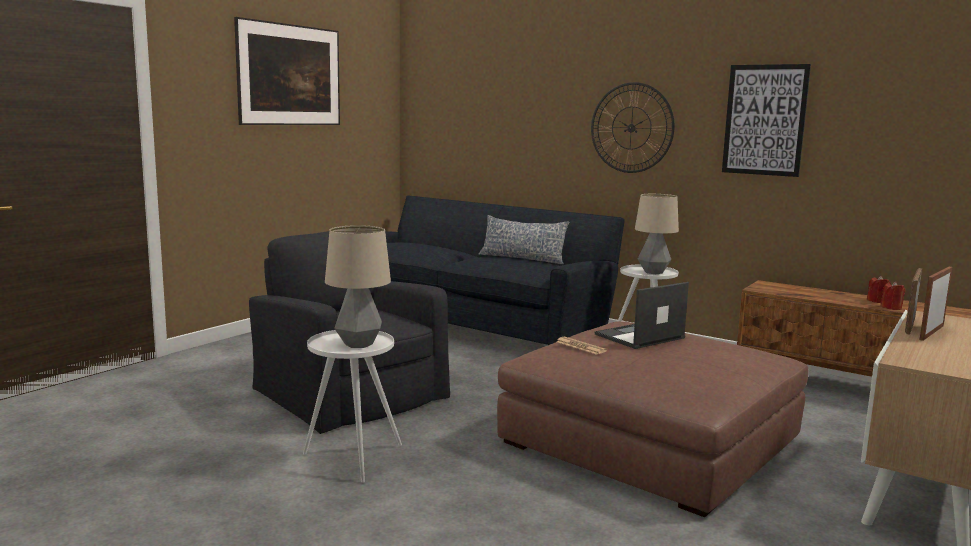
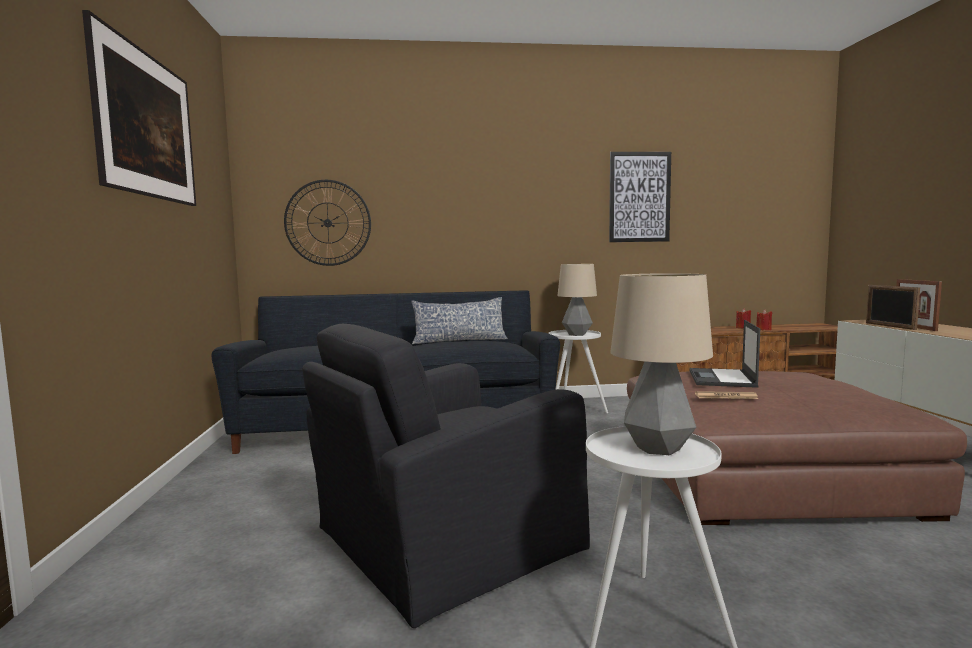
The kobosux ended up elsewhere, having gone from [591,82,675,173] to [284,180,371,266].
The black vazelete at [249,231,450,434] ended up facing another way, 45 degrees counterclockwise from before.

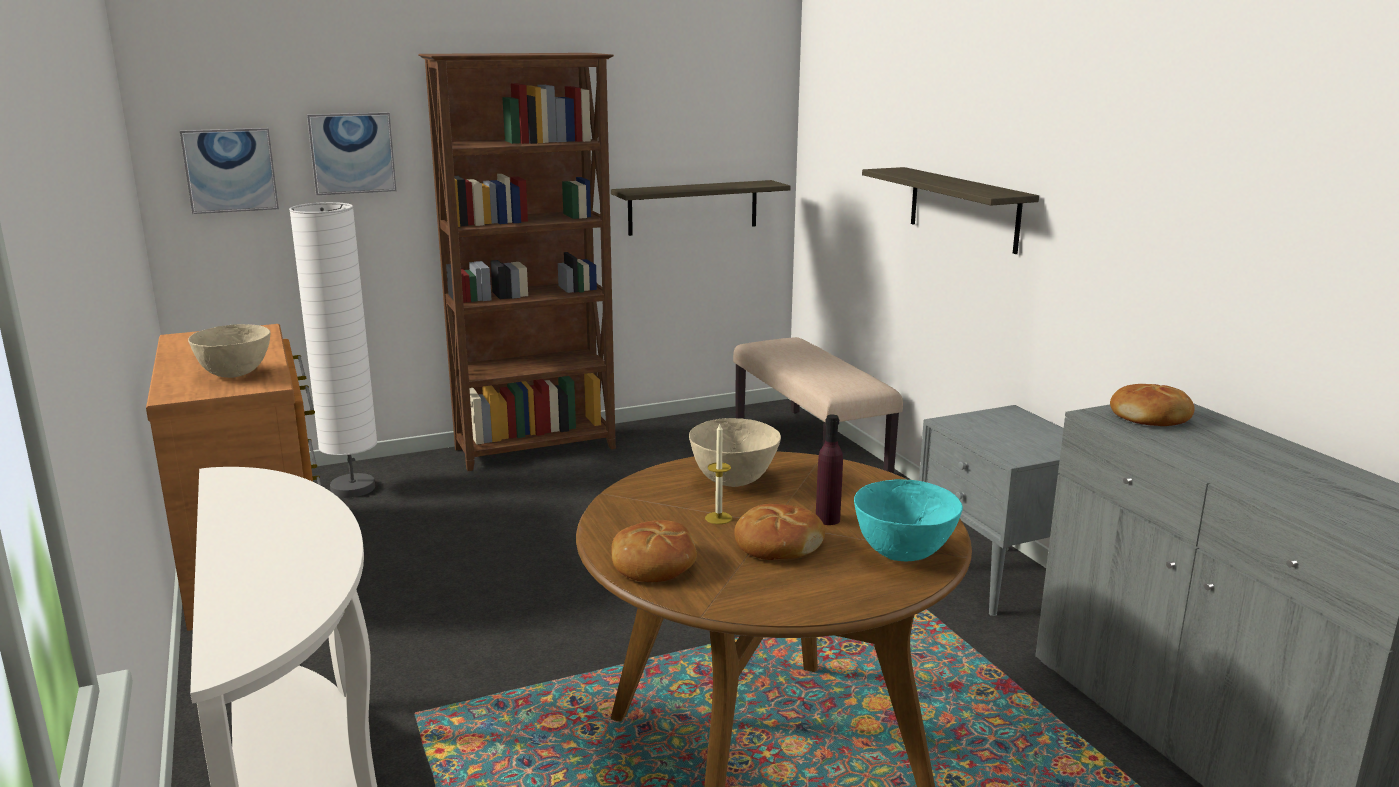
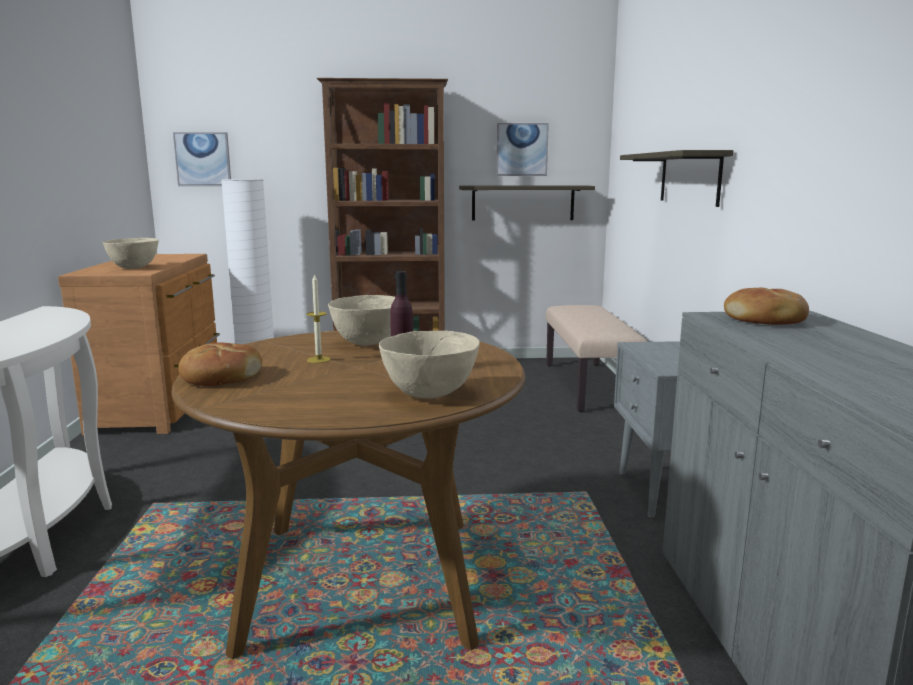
The second view lost the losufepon at [734,504,825,560].
The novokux ended up elsewhere, having gone from [307,112,396,195] to [496,123,549,176].
What was the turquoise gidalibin at [854,479,963,561] turned into the beige gidalibin at [379,331,480,398].

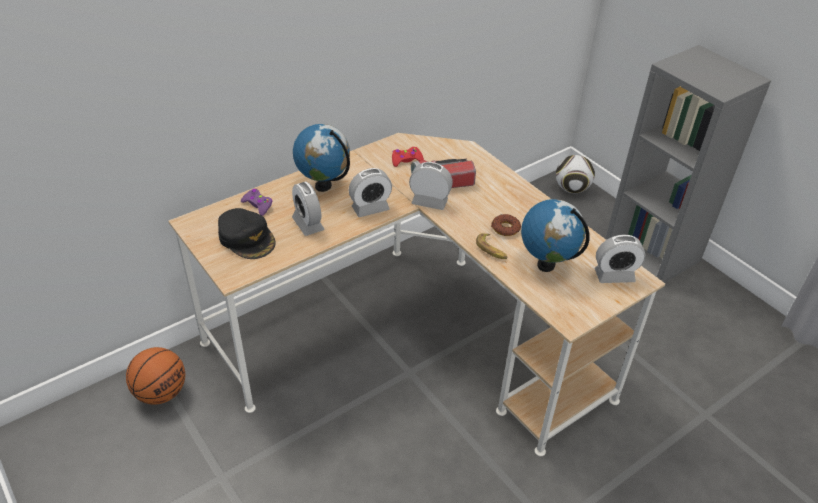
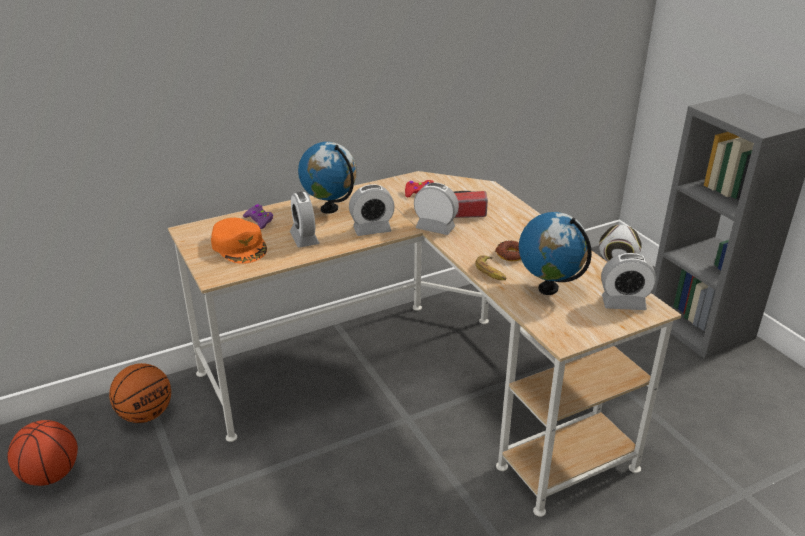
The second view gained the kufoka at [7,420,78,486].
What was the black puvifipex at [218,208,276,259] turned into the orange puvifipex at [211,218,267,264].

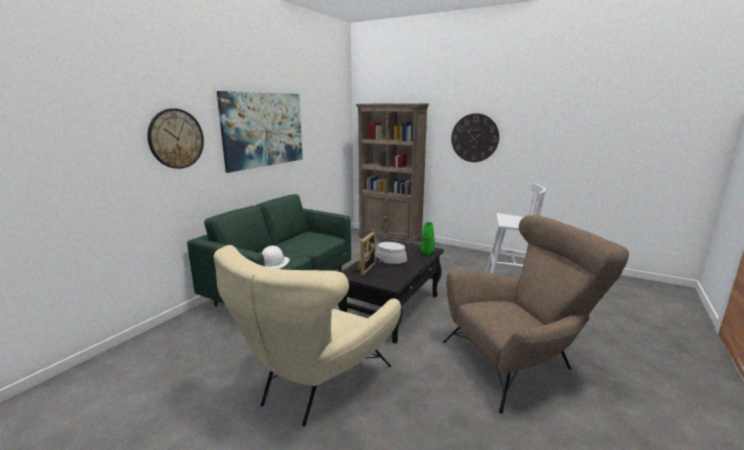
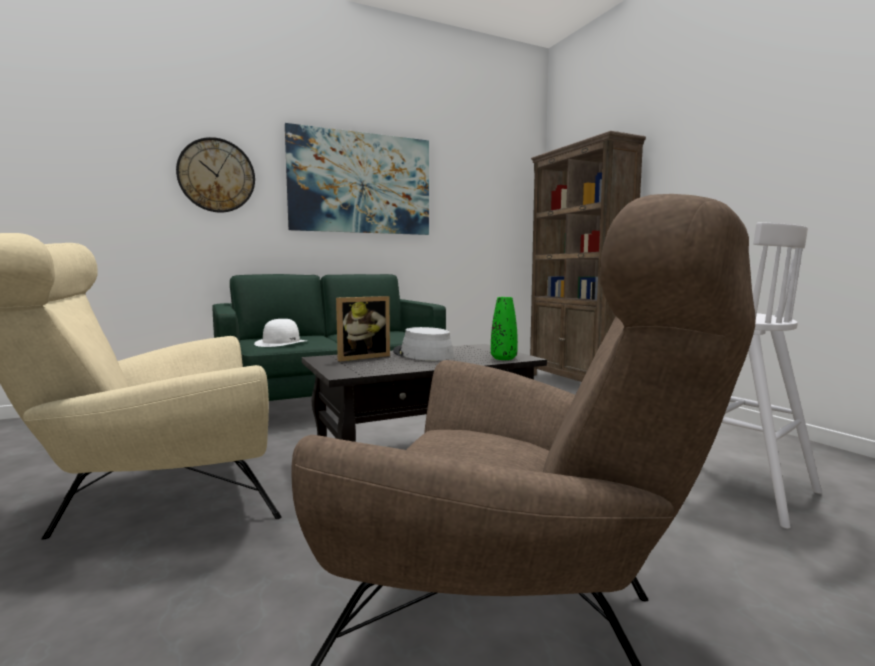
The second view lost the kobosux at [451,113,499,162].

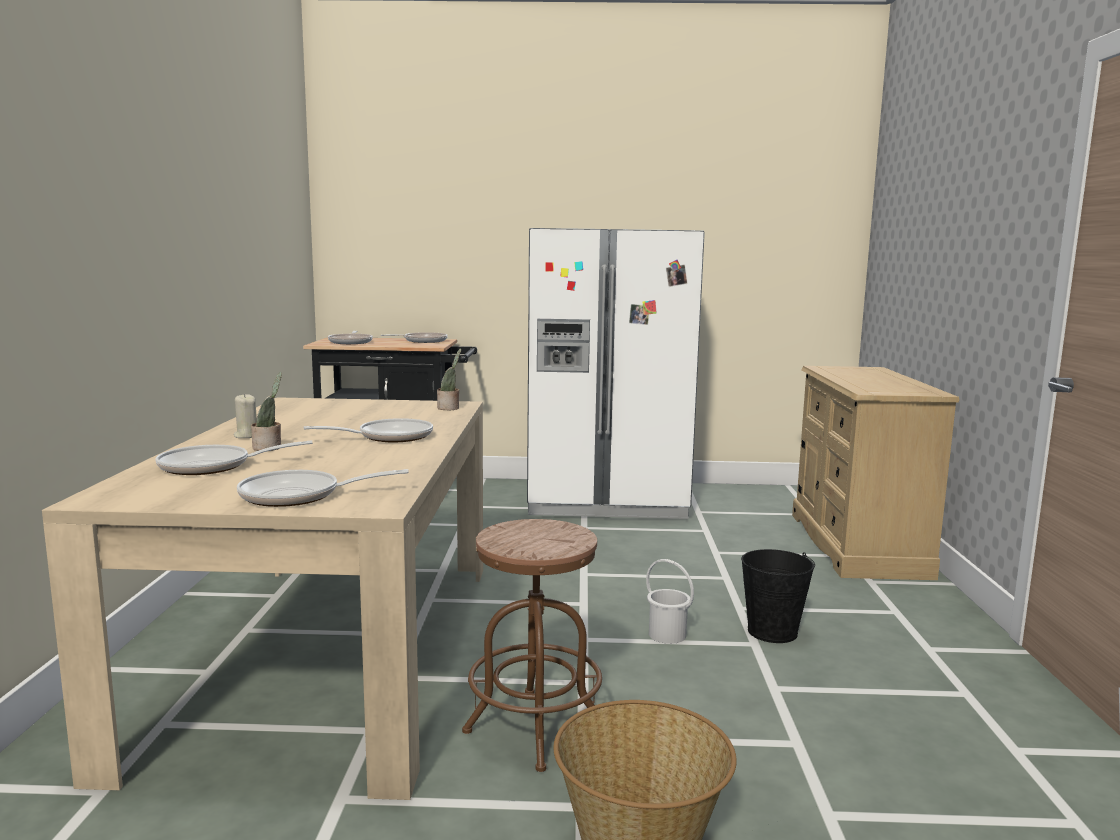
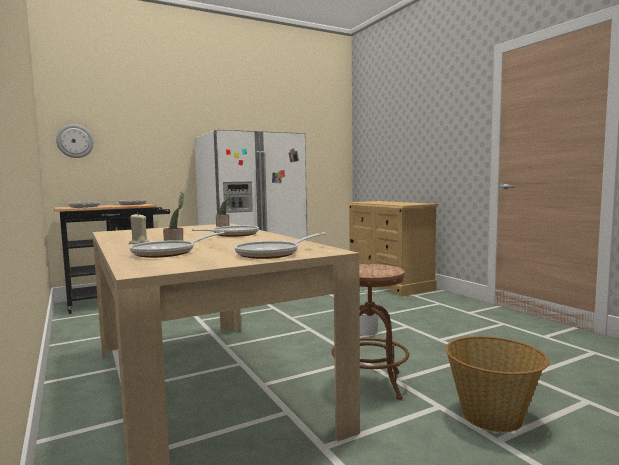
The second view lost the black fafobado at [741,549,815,643].
The second view gained the kobosux at [56,124,94,158].

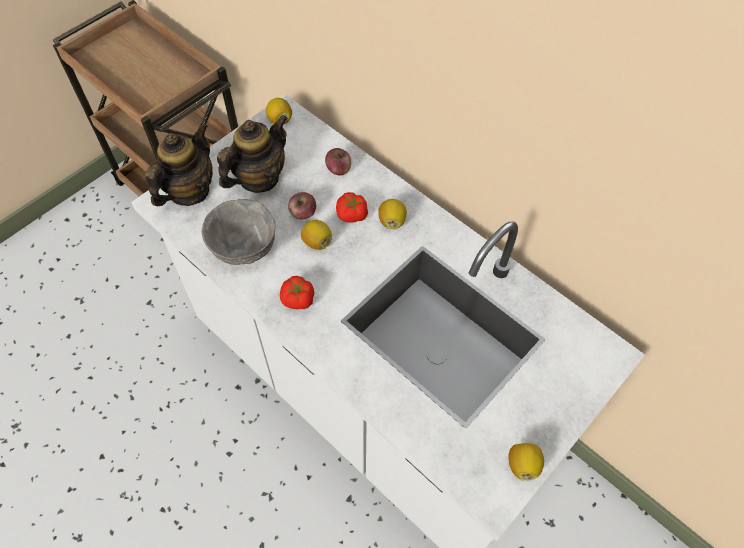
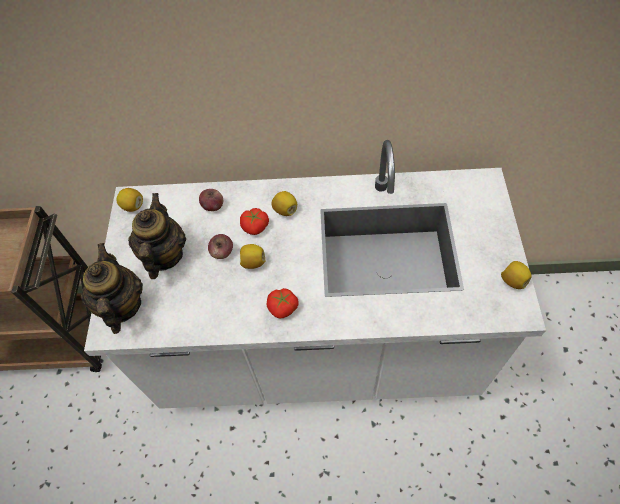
The second view lost the grey gidalibin at [202,199,275,265].

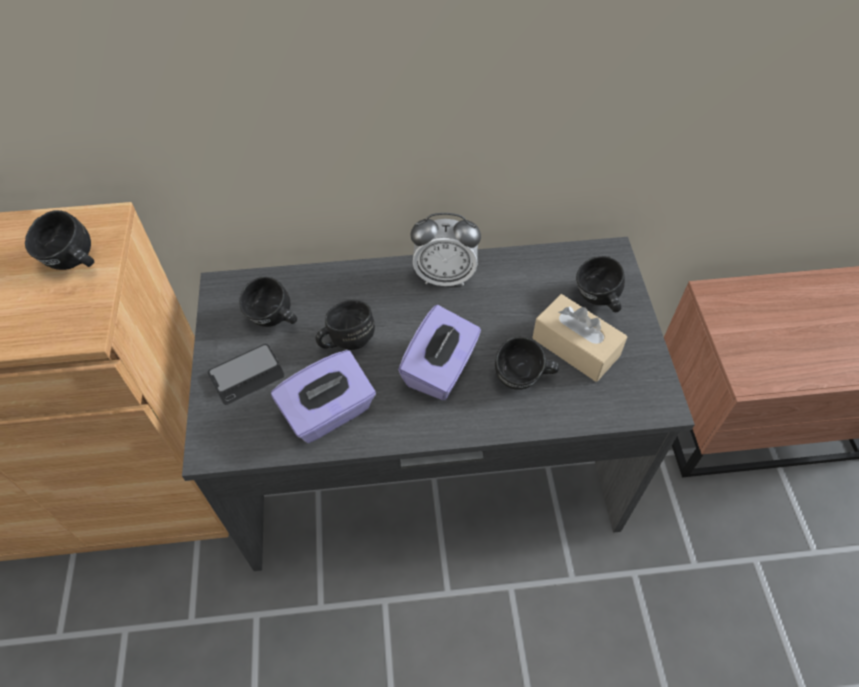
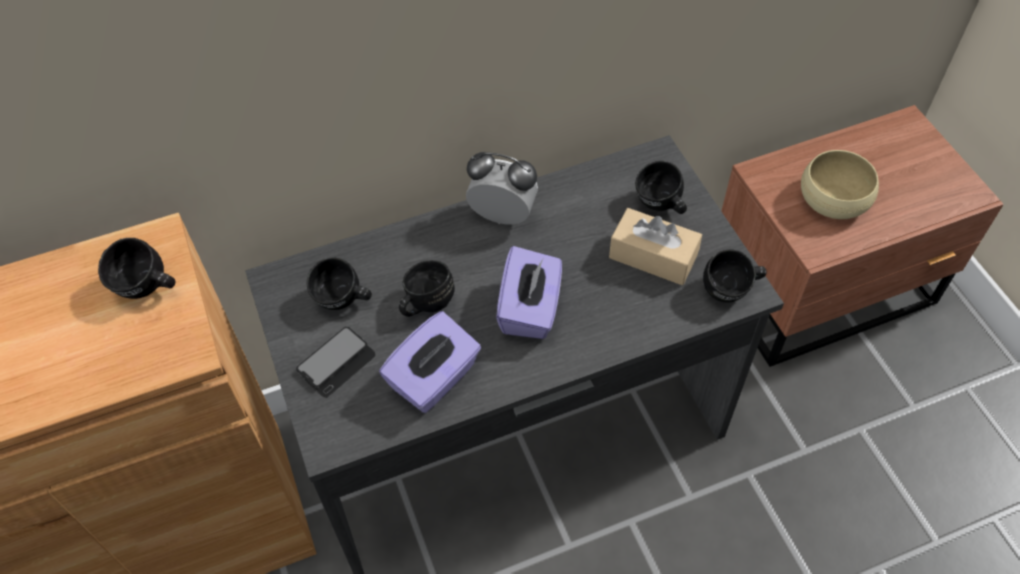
The second view gained the beige gidalibin at [801,150,879,219].
The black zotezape ended up elsewhere, having gone from [495,337,559,390] to [703,249,767,303].
The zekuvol at [411,213,481,286] ended up facing another way, 150 degrees counterclockwise from before.

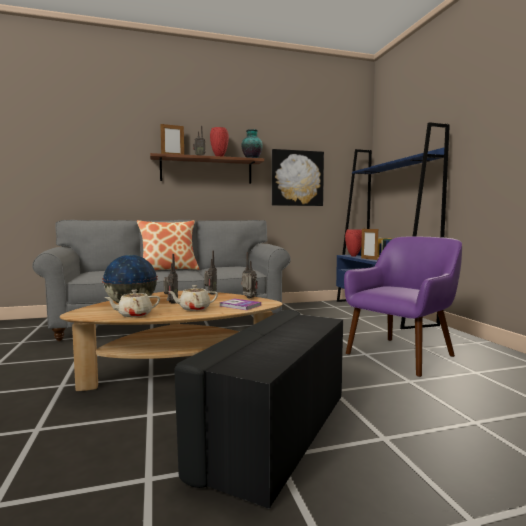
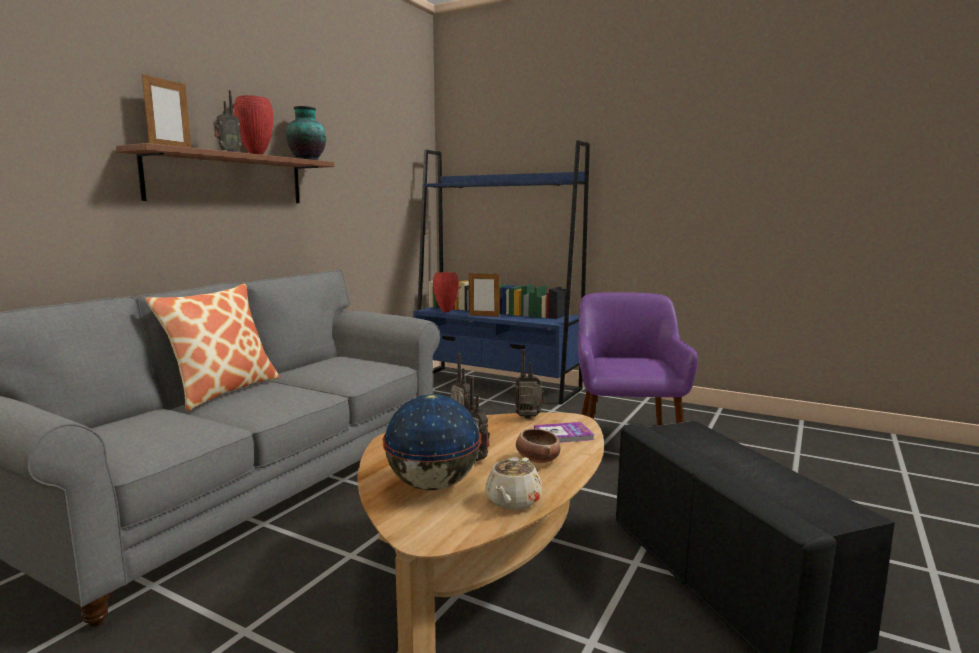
The second view lost the novokux at [272,149,324,206].
Where the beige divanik stood at [168,285,218,311], the gidalibin came to stand at [516,428,560,463].

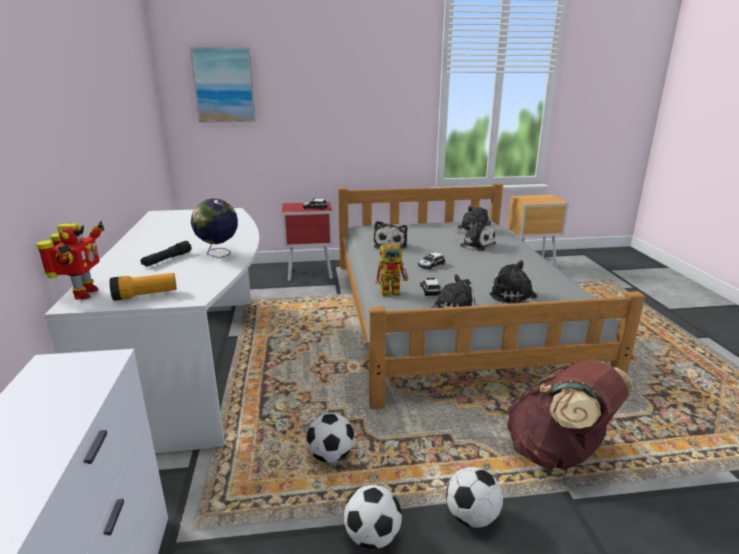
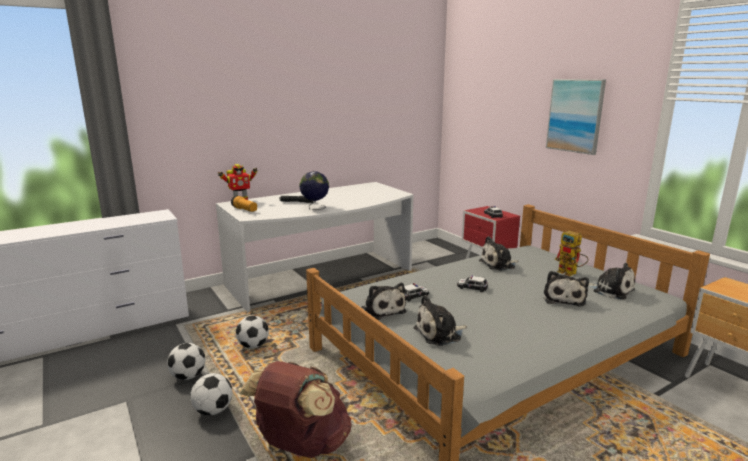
The novokux ended up elsewhere, having gone from [190,47,256,122] to [546,79,606,155].
The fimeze ended up elsewhere, having gone from [375,242,408,297] to [555,231,589,276].
The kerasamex at [489,260,537,304] ended up facing another way, 135 degrees counterclockwise from before.

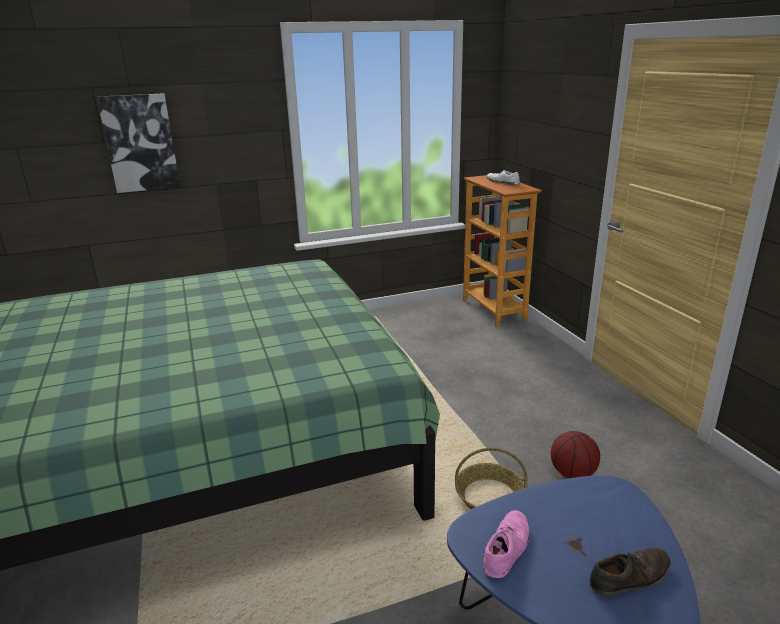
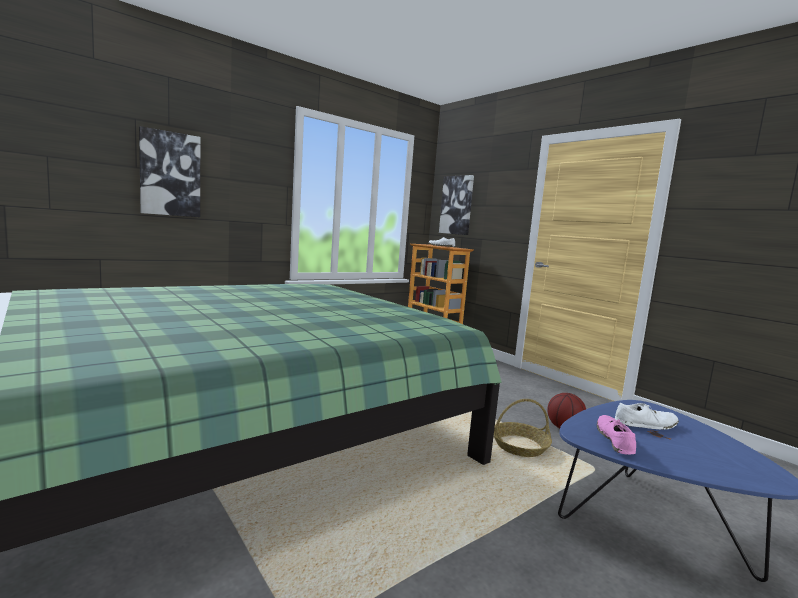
The second view lost the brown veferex at [589,548,671,596].
The second view gained the novokux at [439,175,474,235].
The second view gained the white veferex at [615,403,679,430].

